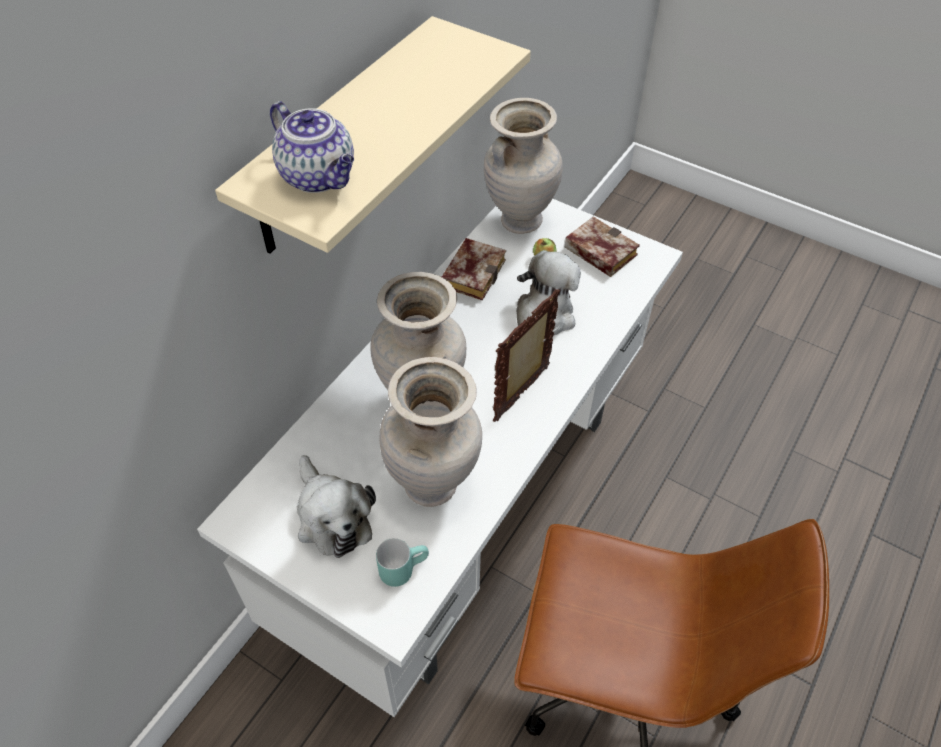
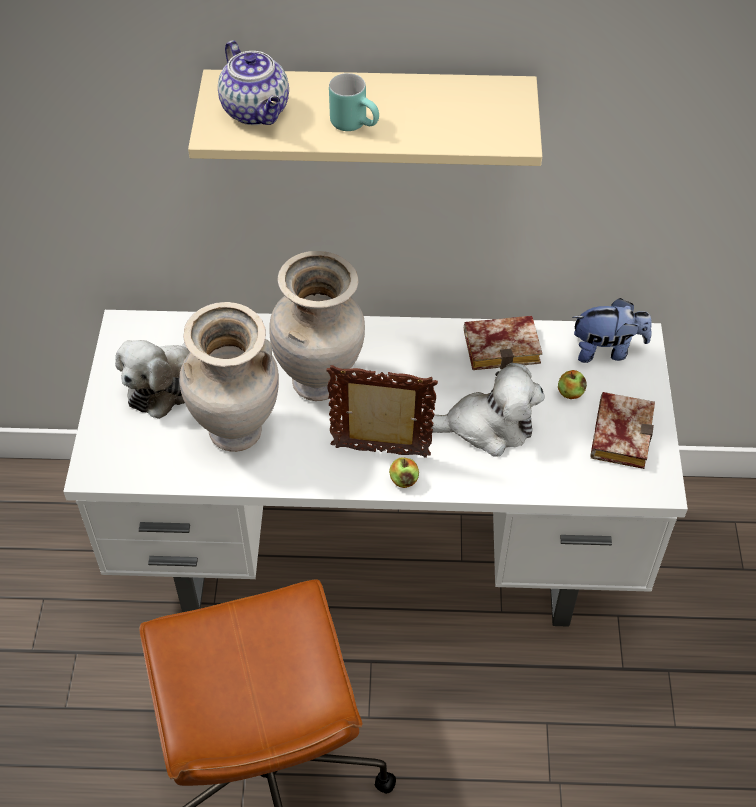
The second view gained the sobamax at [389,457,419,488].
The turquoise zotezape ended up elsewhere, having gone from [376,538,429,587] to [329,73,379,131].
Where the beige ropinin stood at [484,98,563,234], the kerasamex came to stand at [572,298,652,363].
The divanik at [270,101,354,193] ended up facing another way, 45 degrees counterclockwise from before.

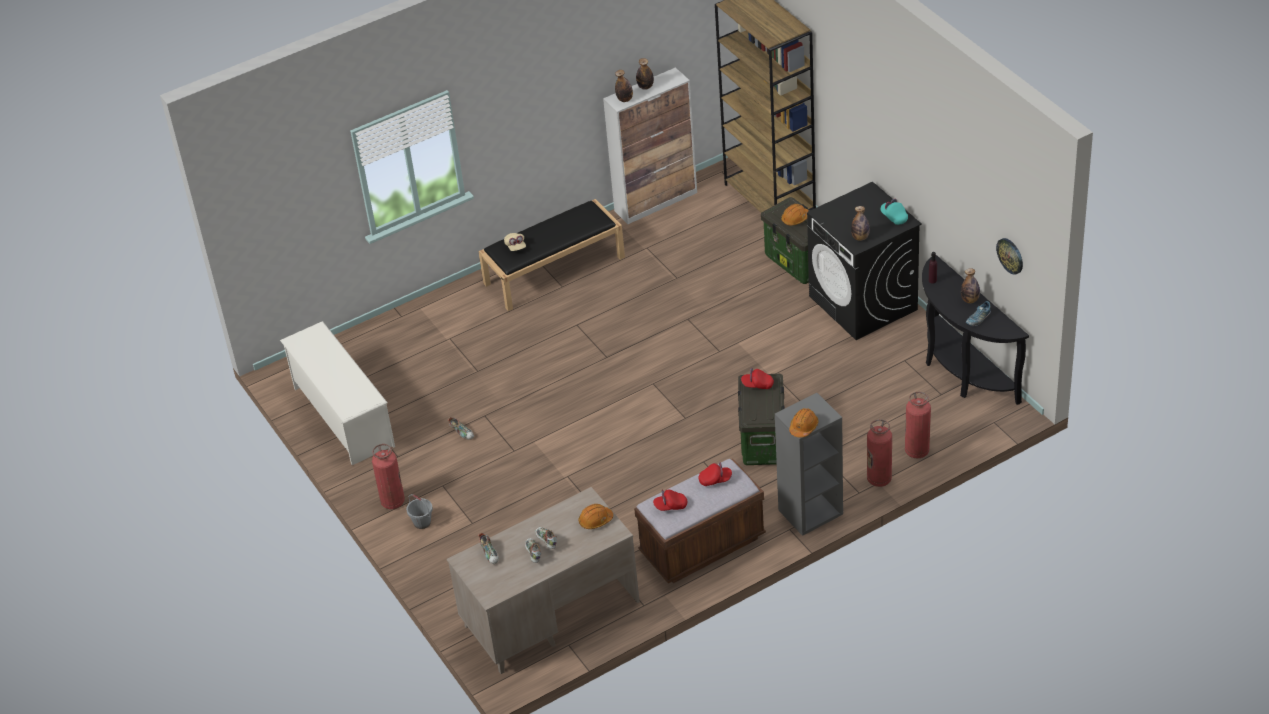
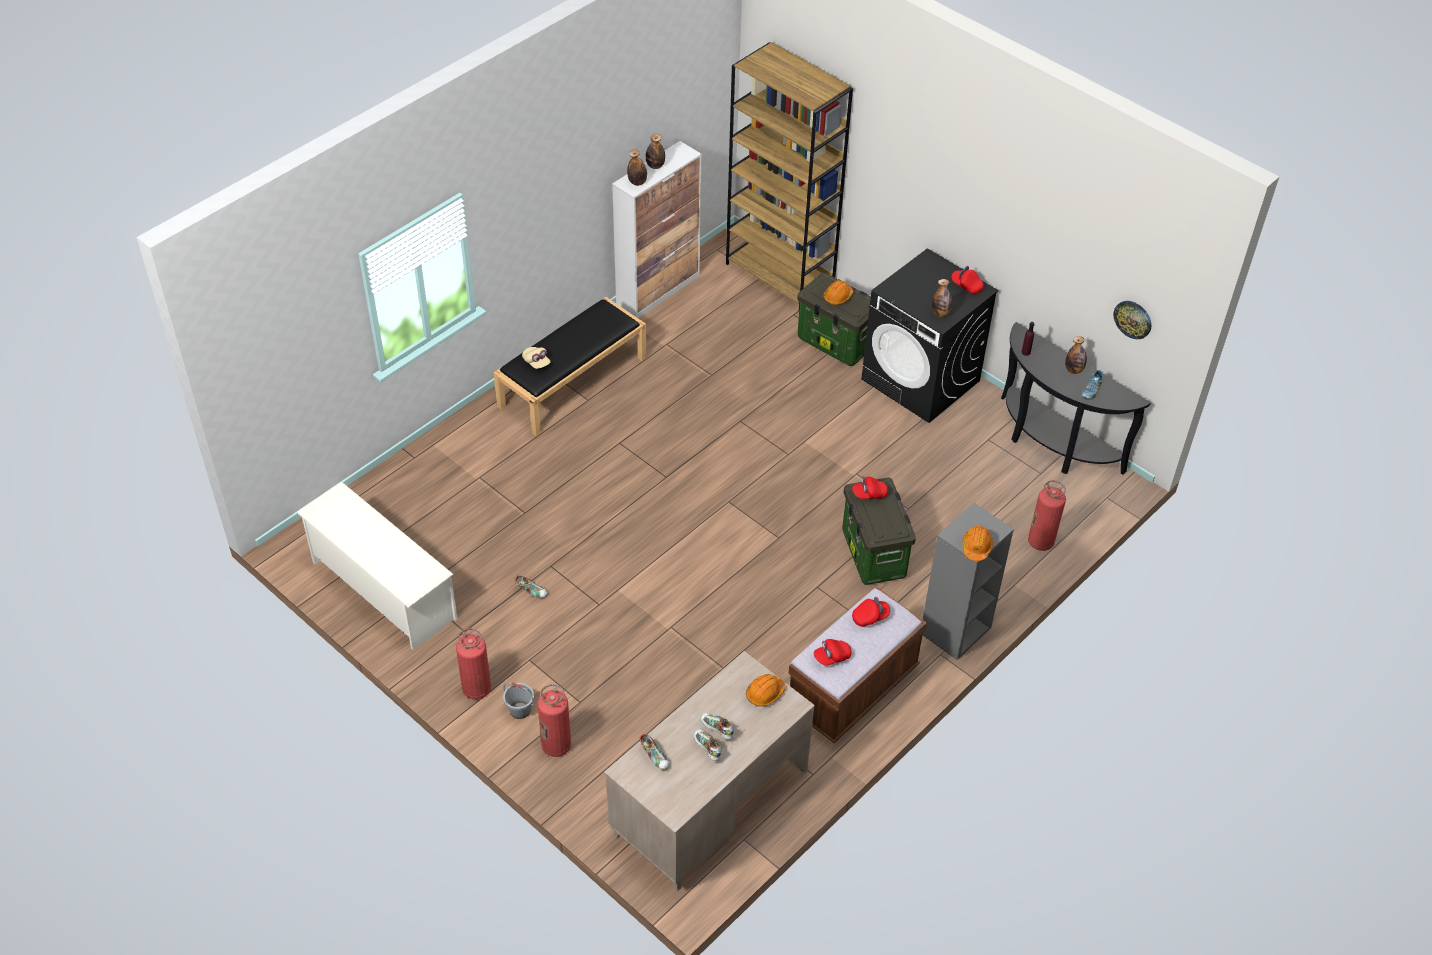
The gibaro ended up elsewhere, having gone from [867,419,892,487] to [537,684,571,757].
What was the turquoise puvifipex at [881,199,908,225] turned into the red puvifipex at [952,266,984,294].

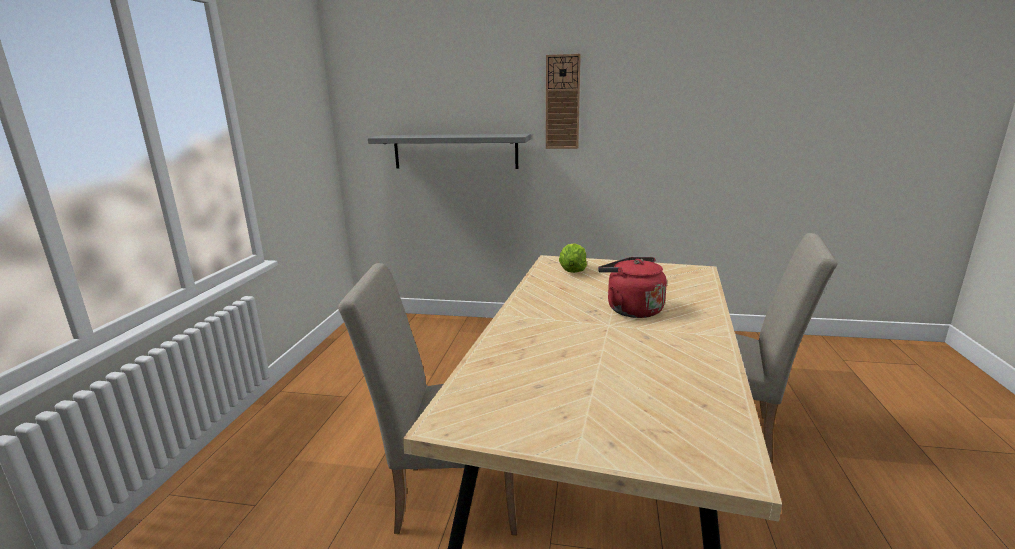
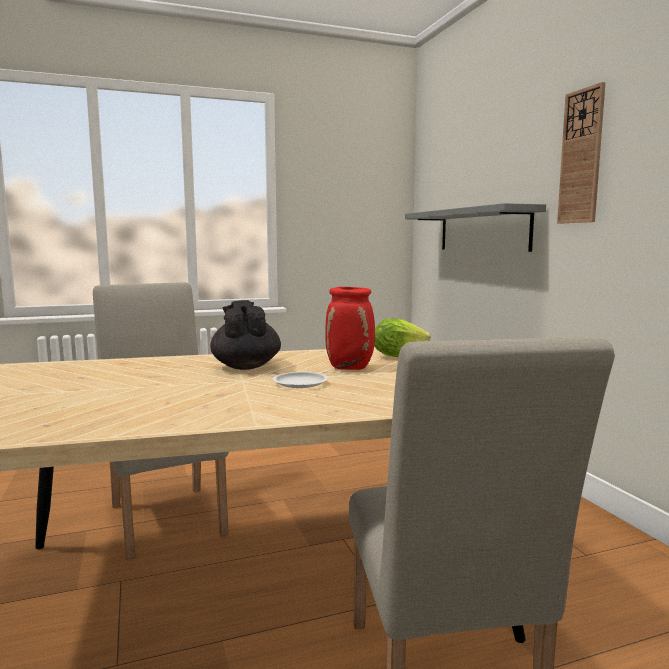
The second view gained the black divanik at [210,300,281,370].
The second view gained the red ropinin at [325,287,375,370].
Where the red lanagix stood at [598,257,667,318], the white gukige came to stand at [273,372,328,388].

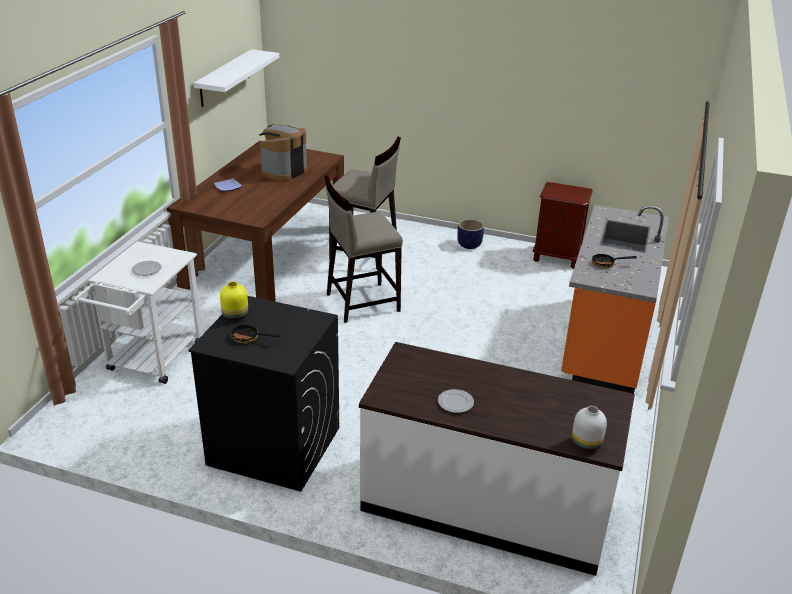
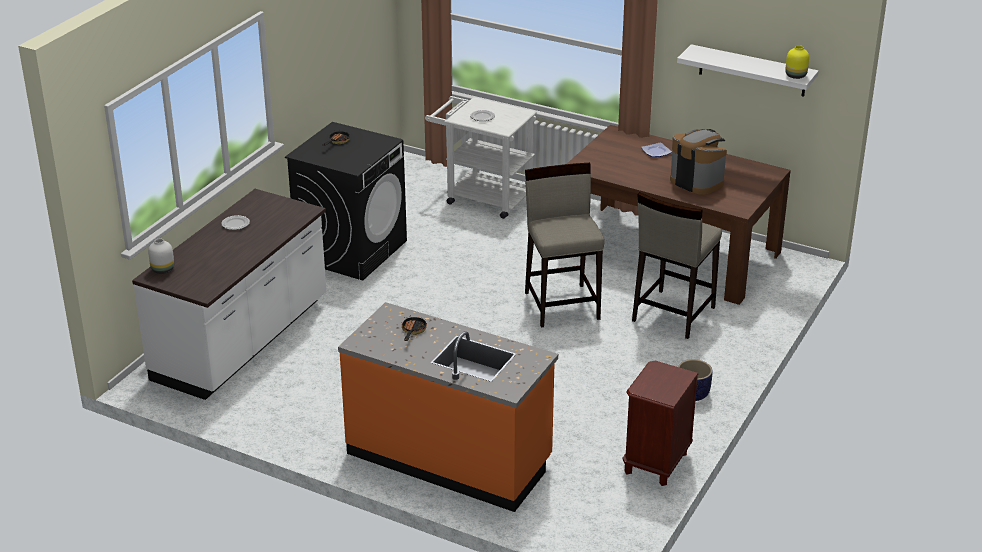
The yellow ropinin ended up elsewhere, having gone from [220,281,248,321] to [785,45,809,79].

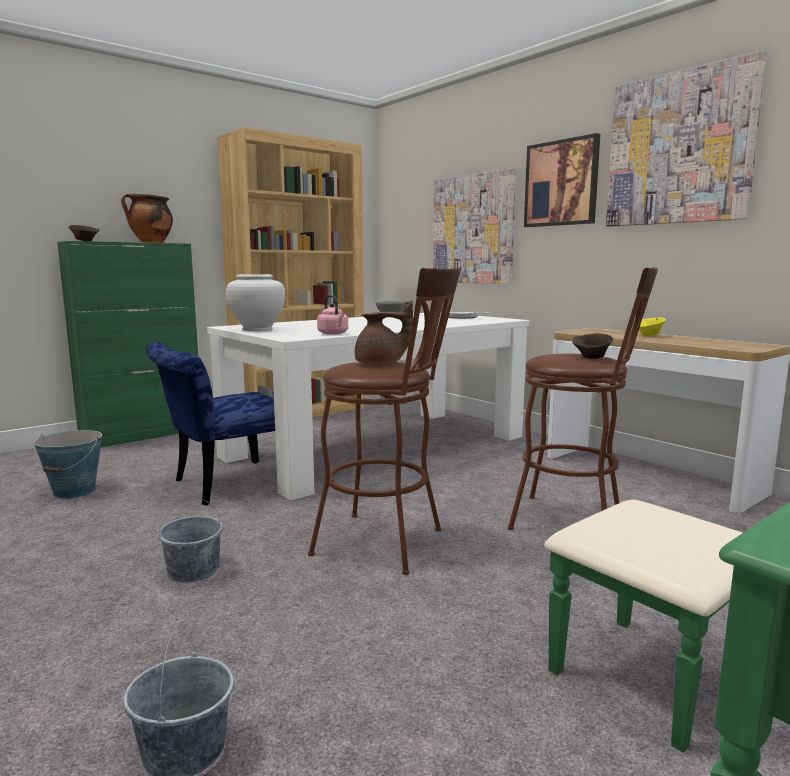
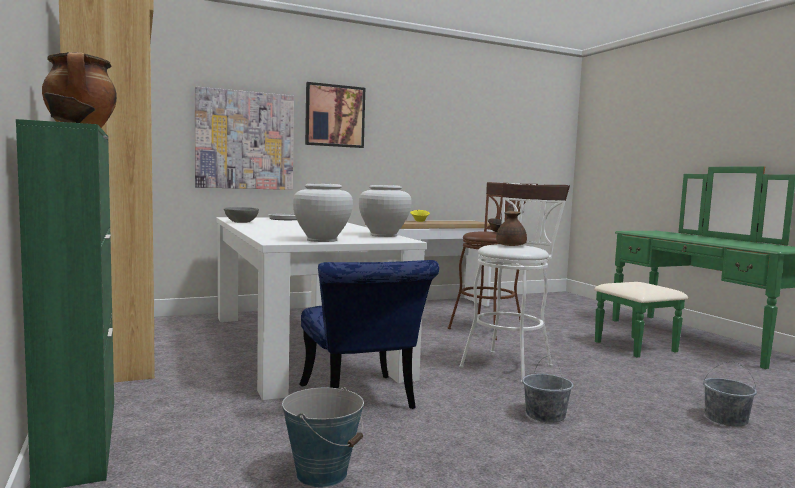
The second view lost the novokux at [606,50,767,227].
Where the pink lanagix stood at [317,295,348,335], the white ropinin came to stand at [359,185,412,237].
What was the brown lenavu at [308,267,461,575] turned into the white lenavu at [459,183,570,384].

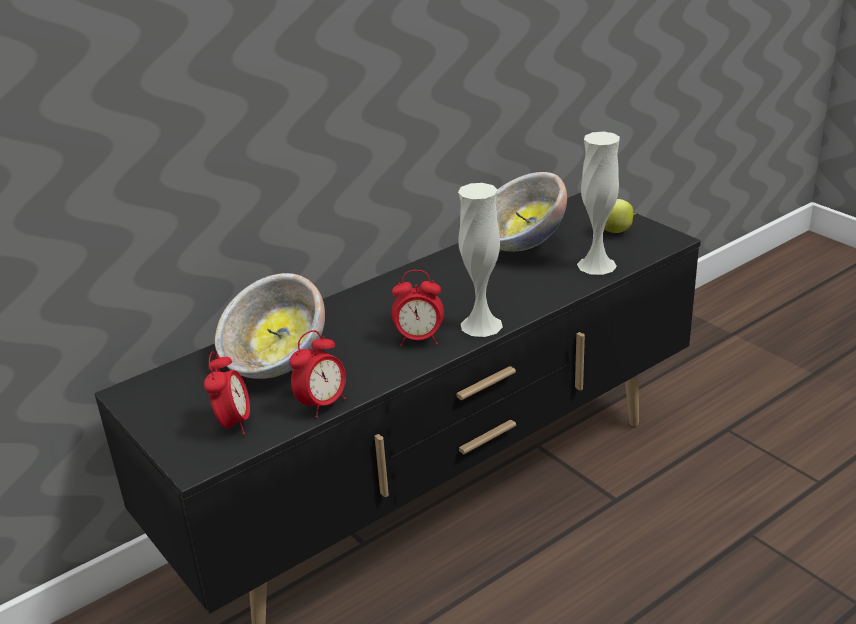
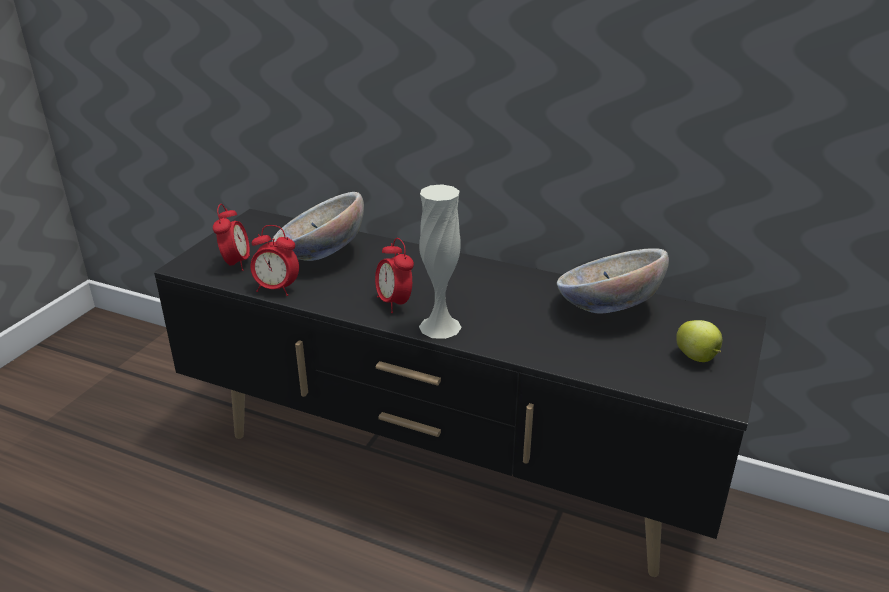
The second view lost the white ropinin at [577,132,620,275].
The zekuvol at [204,351,250,435] ended up facing another way, 60 degrees counterclockwise from before.

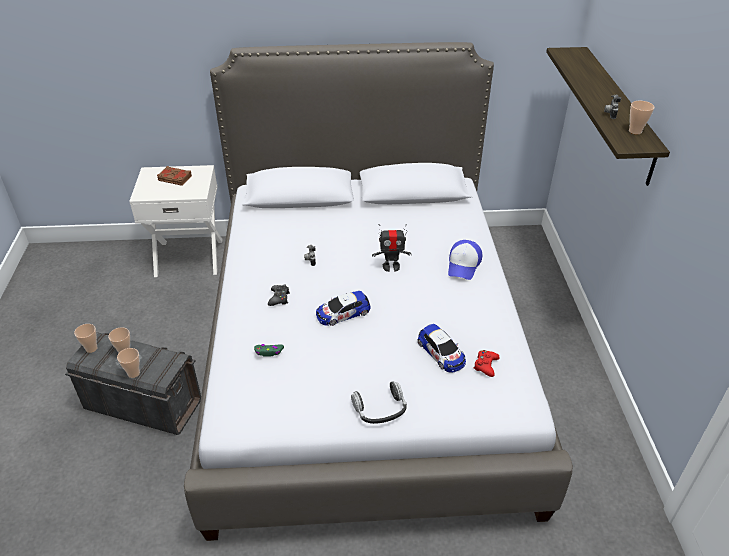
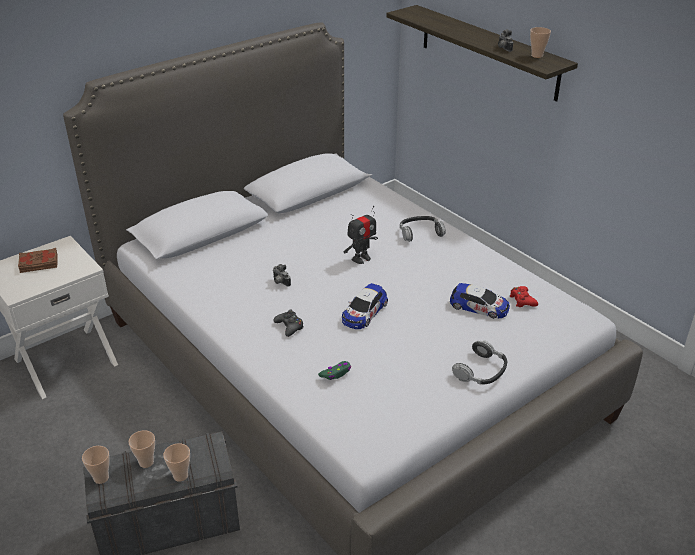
Where the puvifipex stood at [448,240,482,280], the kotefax came to stand at [400,216,446,242].

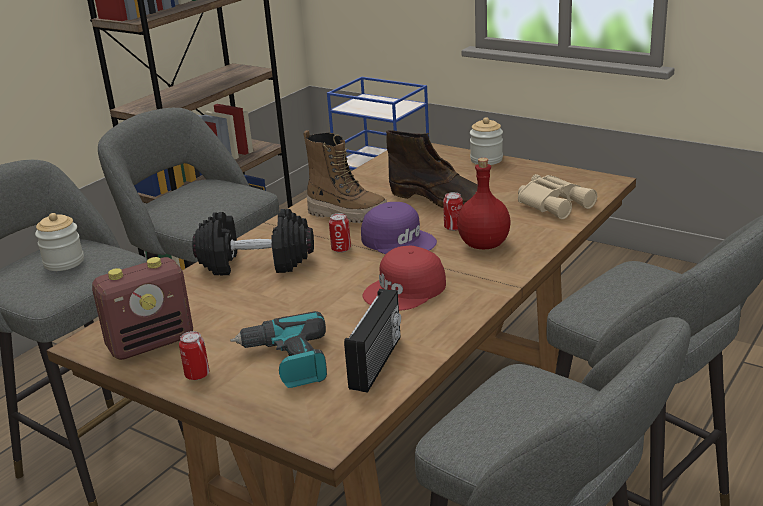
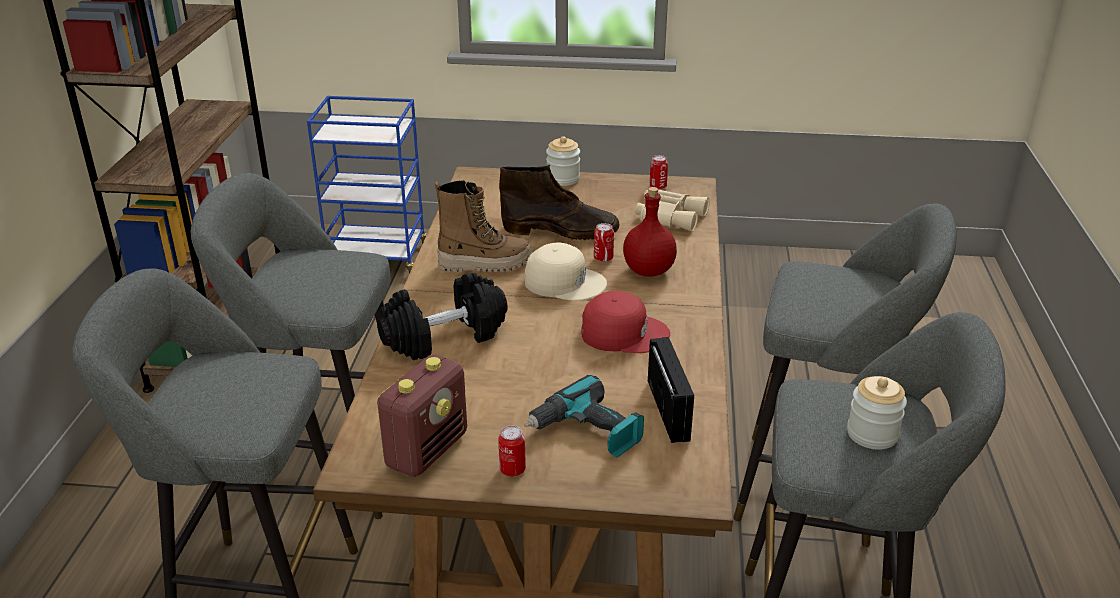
The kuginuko ended up elsewhere, having gone from [35,213,84,271] to [847,376,907,450].
The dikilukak ended up elsewhere, having gone from [329,213,351,253] to [649,155,668,189].
What was the purple puvifipex at [361,202,437,254] turned into the beige puvifipex at [525,242,607,301].
The red puvifipex at [363,246,446,311] ended up facing another way, 105 degrees counterclockwise from before.

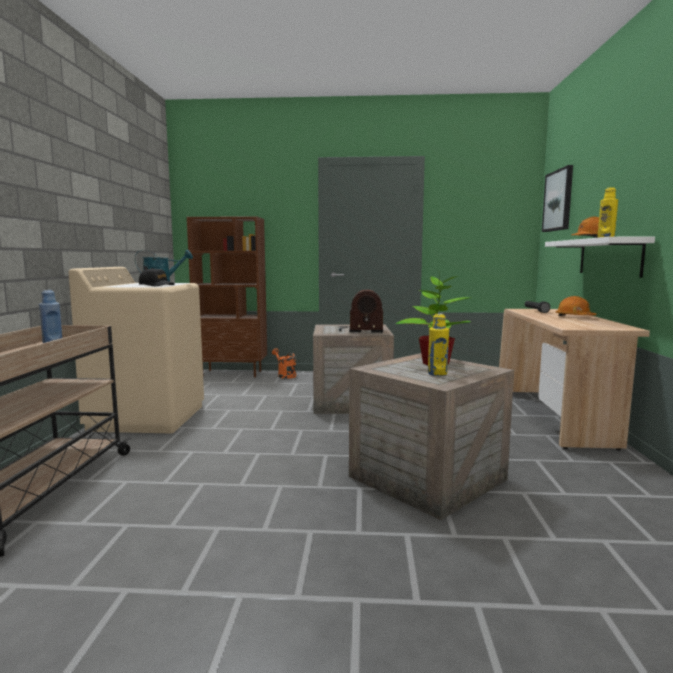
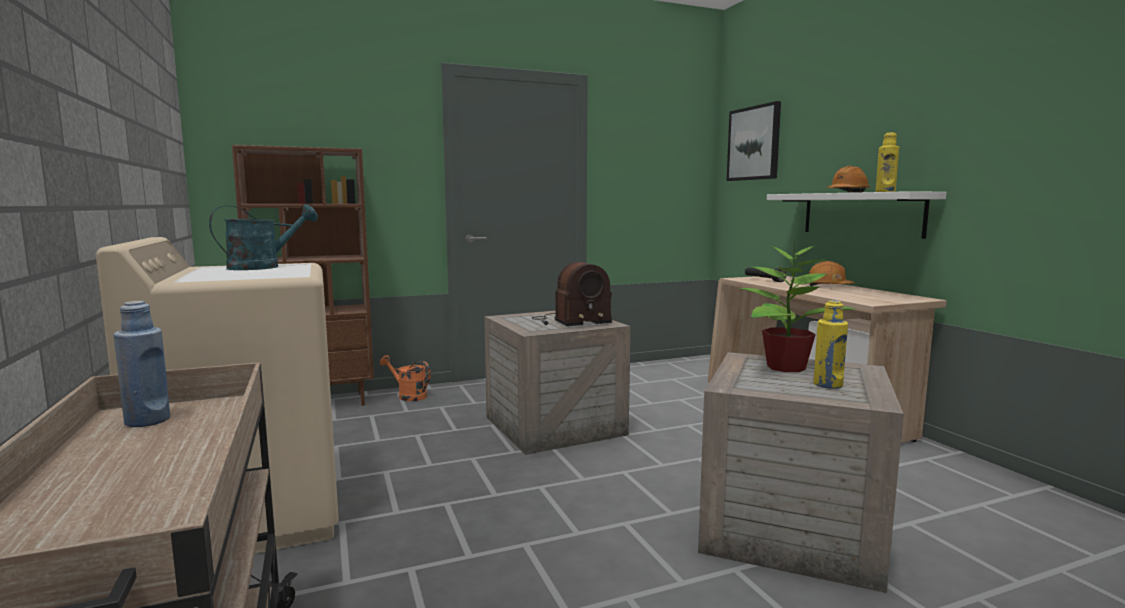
The second view lost the black puvifipex at [139,268,175,286].

